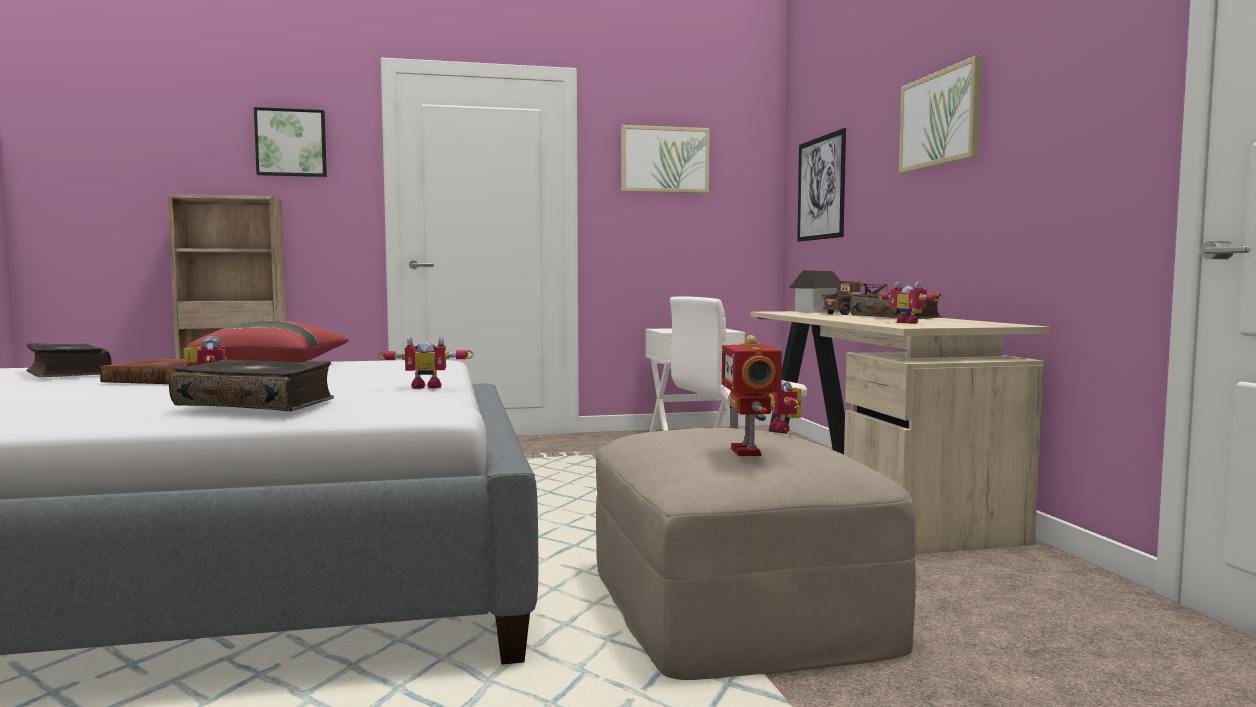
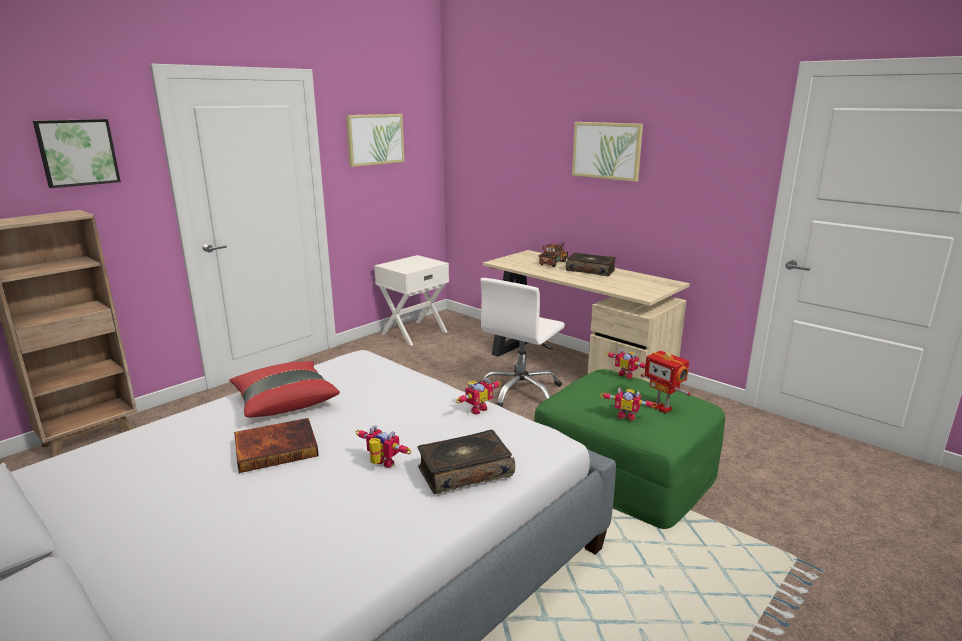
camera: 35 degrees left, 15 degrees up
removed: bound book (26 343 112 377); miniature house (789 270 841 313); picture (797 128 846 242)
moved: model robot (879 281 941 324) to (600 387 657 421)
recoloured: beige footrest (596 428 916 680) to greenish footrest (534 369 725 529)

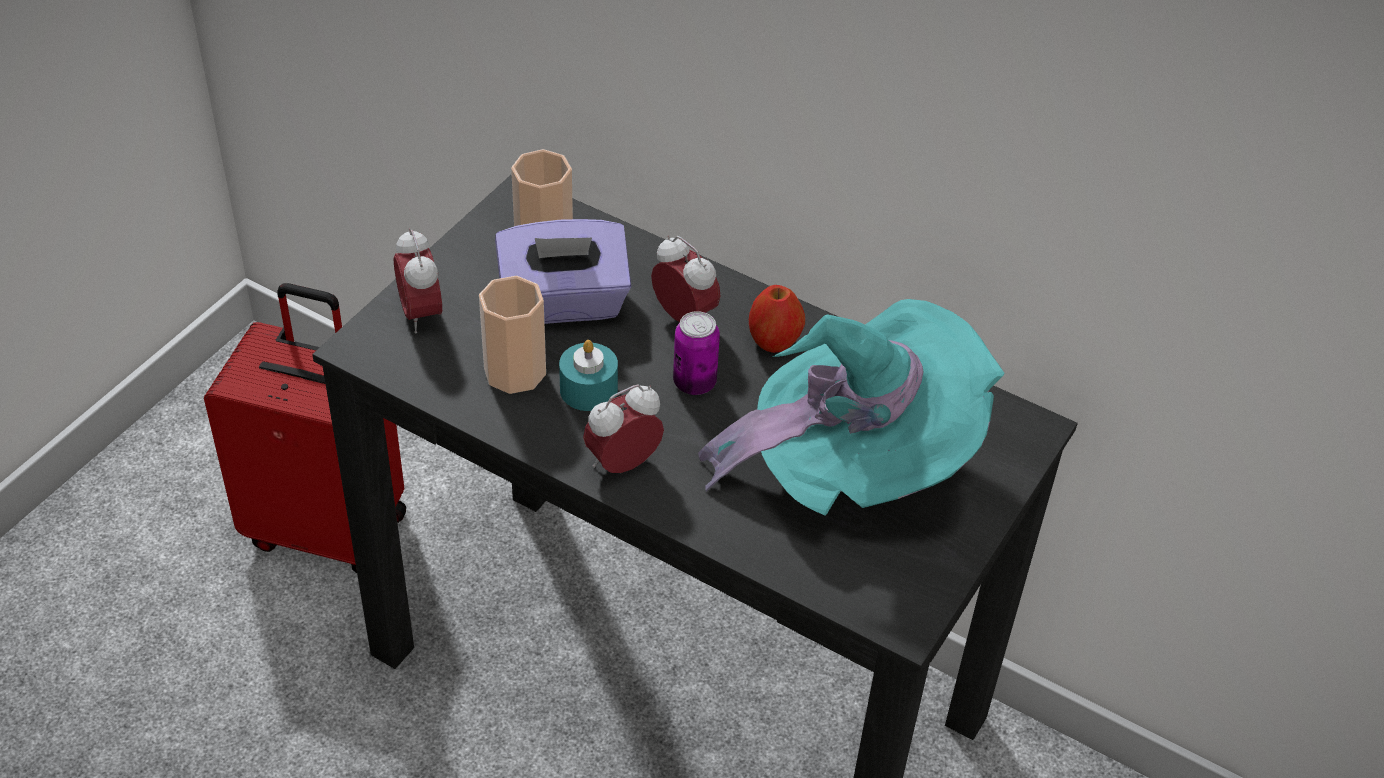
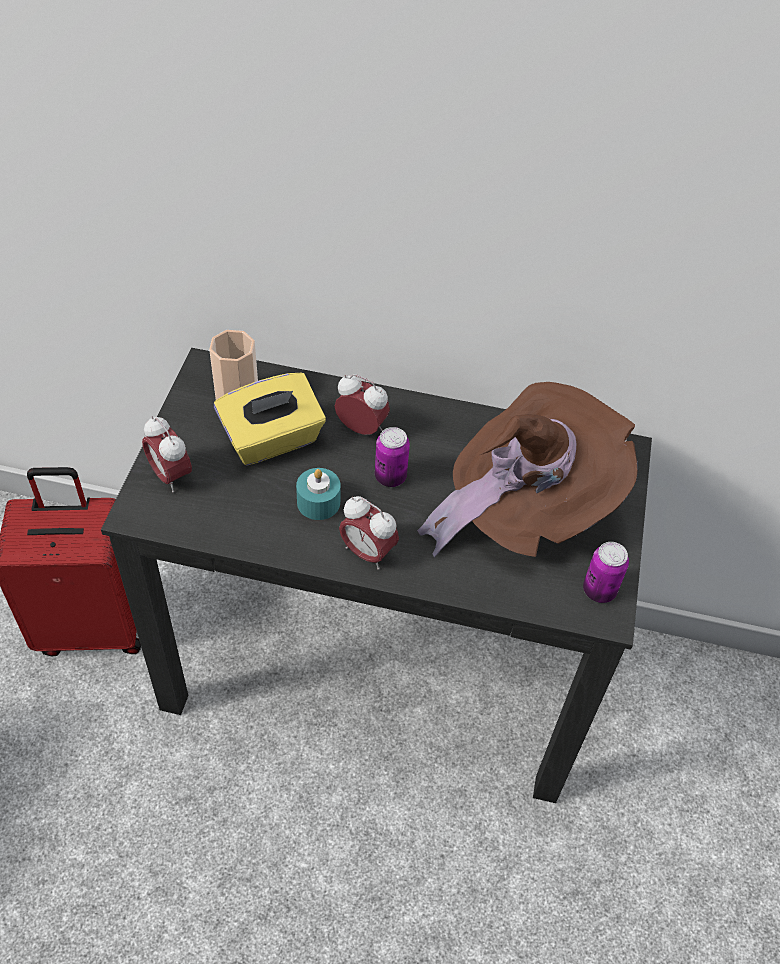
camera: 20 degrees left, 5 degrees up
removed: small cup (479 276 546 394); apple fruit (749 285 805 353)
added: can (583 542 629 603)
recoloured: purple-coloured tissue holder (495 219 631 324) to yellow tissue holder (214 373 326 465); turquoise hat (698 299 1004 516) to brown-coloured hat (417 382 638 558)
turned: table clock (583 384 664 473) = (339 496 399 570) 90 degrees counterclockwise

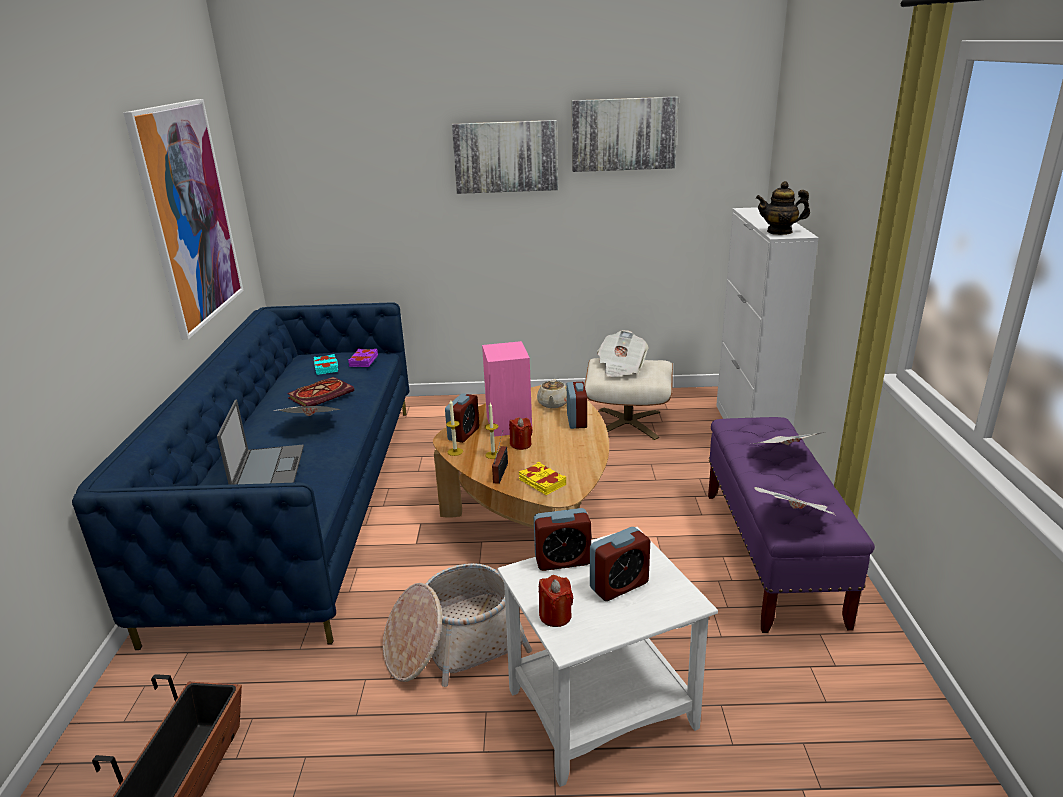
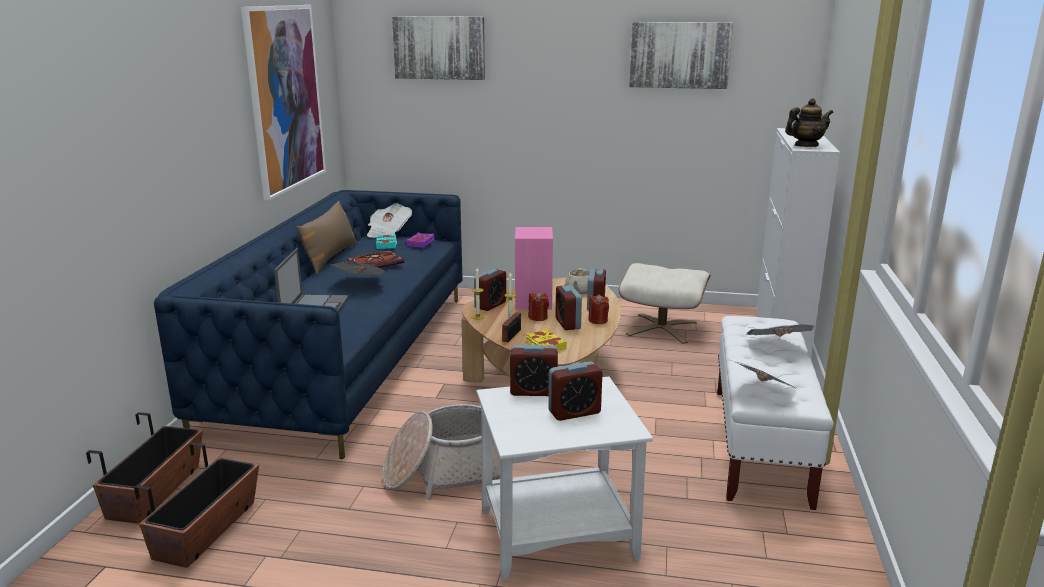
camera: 10 degrees right, 5 degrees down
added: flower pot (86 412 203 524); brown-coloured cushion (296 201 358 275); table clock (556 285 582 330)
moved: picture (452 120 558 194) to (392 16 485 80); red wax candle (539 575 574 627) to (588 294 609 324); newspaper (597 330 649 377) to (367 203 412 238)
recoloured: purple-coloured indoor bench (708 417 875 633) to white indoor bench (717 316 834 510)
turned: tea pot (756 181 810 235) = (785 98 833 147) 150 degrees clockwise

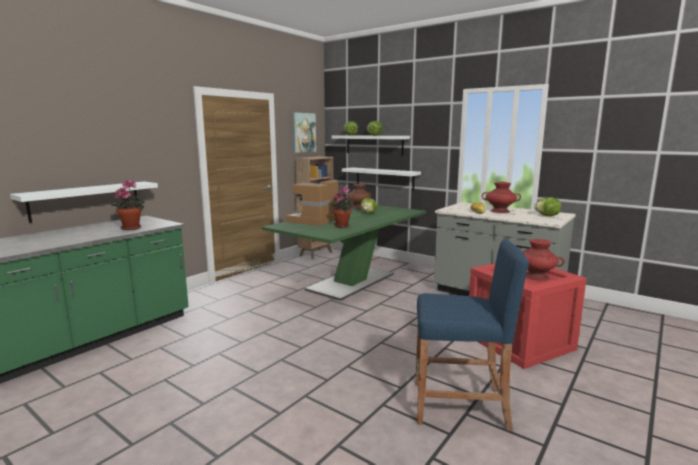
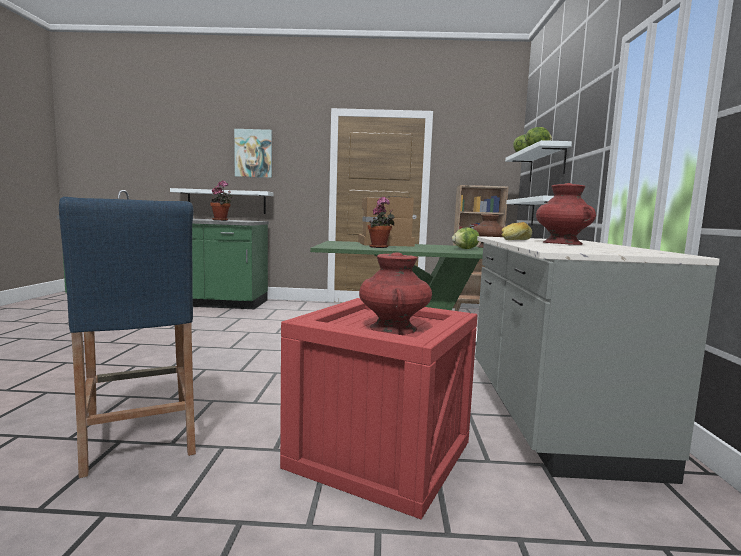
camera: 55 degrees right, 5 degrees down
removed: head of lettuce (534 197 561 216)
moved: picture (292 112 316 153) to (234 129 272 178)

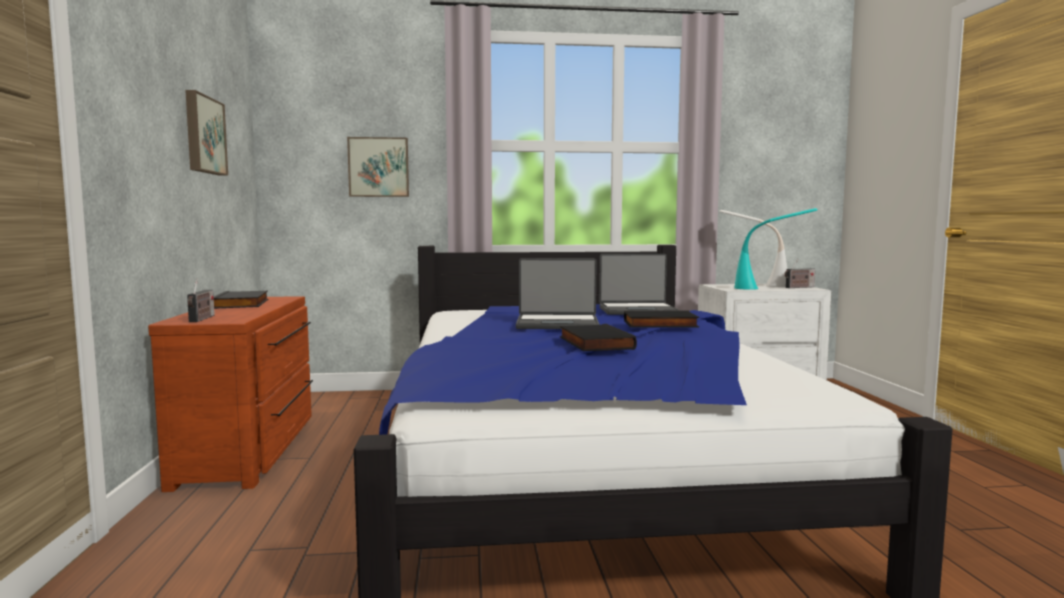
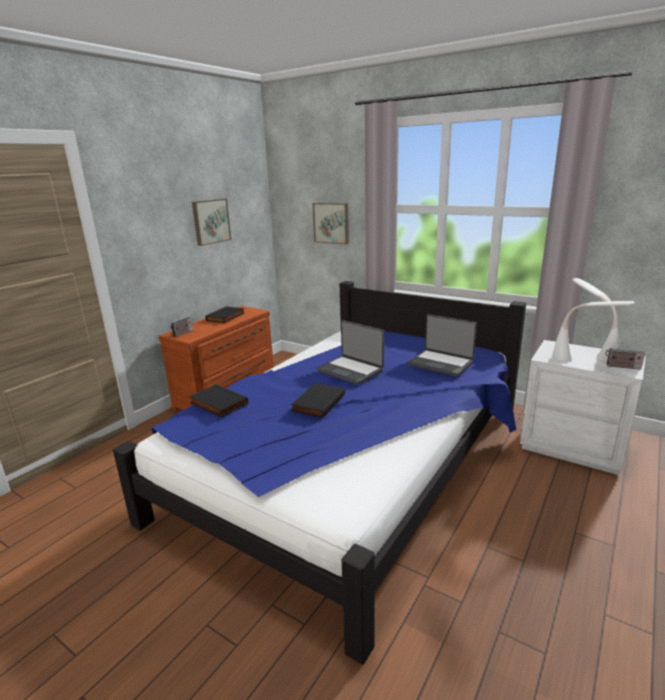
camera: 40 degrees right, 15 degrees up
moved: black-coloured bound book (624 311 699 328) to (189 384 248 418)
recoloured: turquoise table lamp (735 208 818 290) to white table lamp (552 301 635 362)

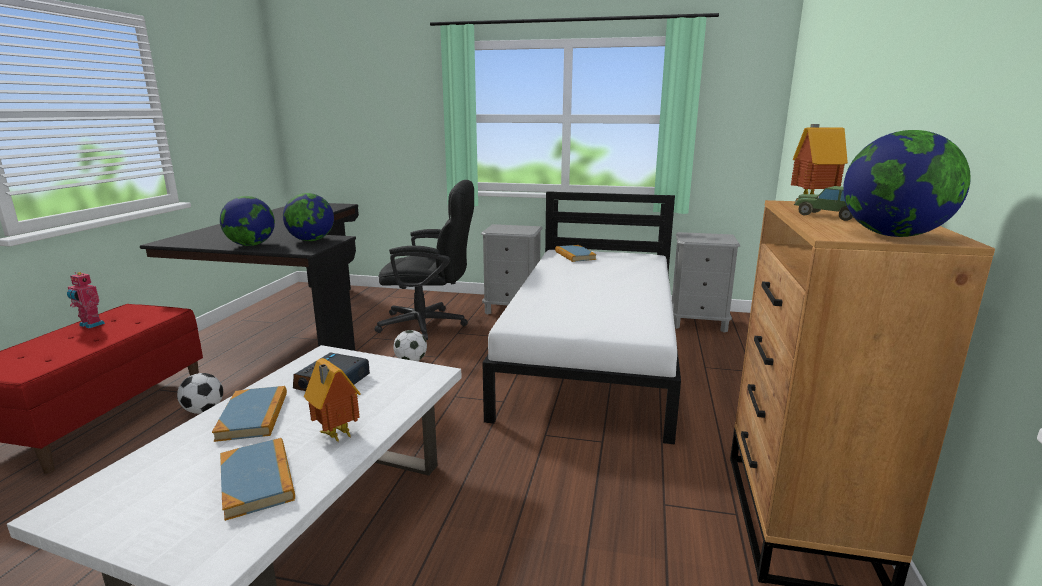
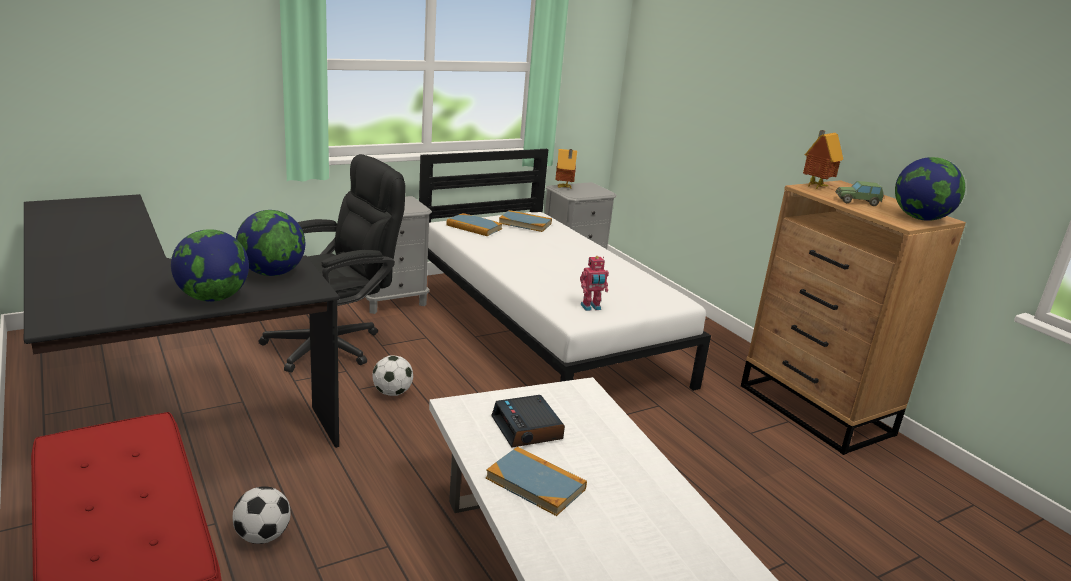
camera: 45 degrees left, 5 degrees up
moved: model robot (67 272 105 328) to (580 256 609 311); bound book (220 438 295 521) to (499 210 552 232); miniature house (304 358 361 443) to (555 149 577 189)

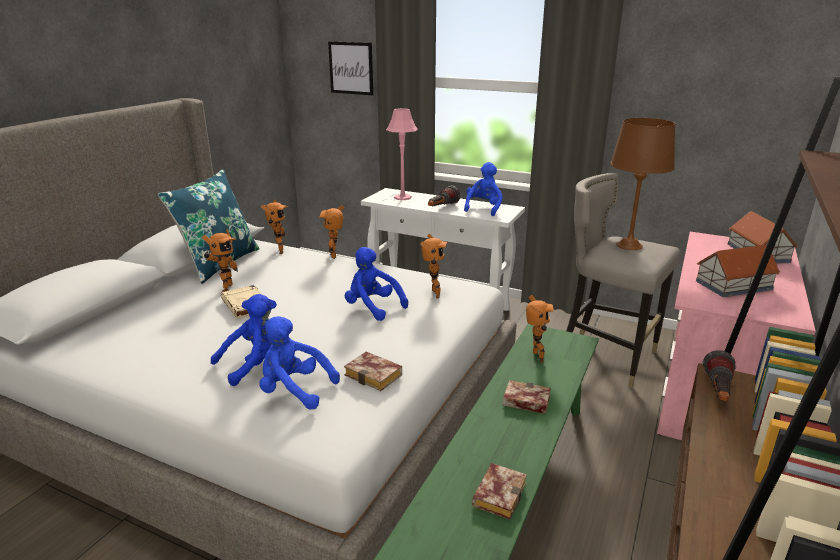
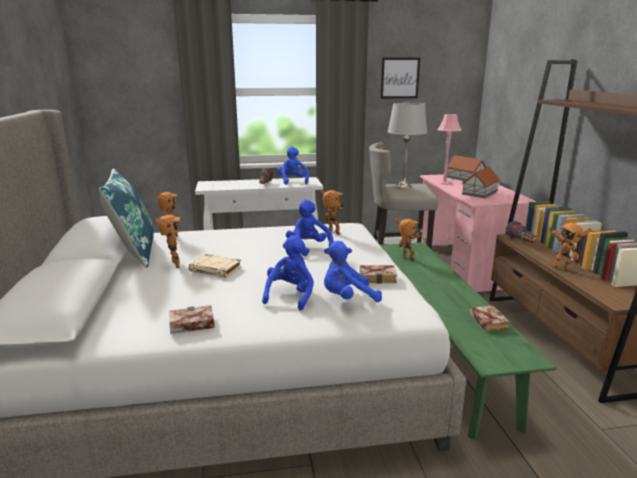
camera: 35 degrees left, 5 degrees down
moved: model robot (319 205 345 259) to (549 219 591 270); picture (328 41 373 95) to (380 57 420 99); pinkish table lamp (386 108 418 200) to (437 114 462 185); bound book (503 380 551 414) to (169 305 215 334)
recoloured: brown-coloured table lamp (610 118 675 250) to greyish table lamp (388 103 427 188)
turned: blue soft toy (345 247 408 321) = (286 200 334 256) 60 degrees clockwise

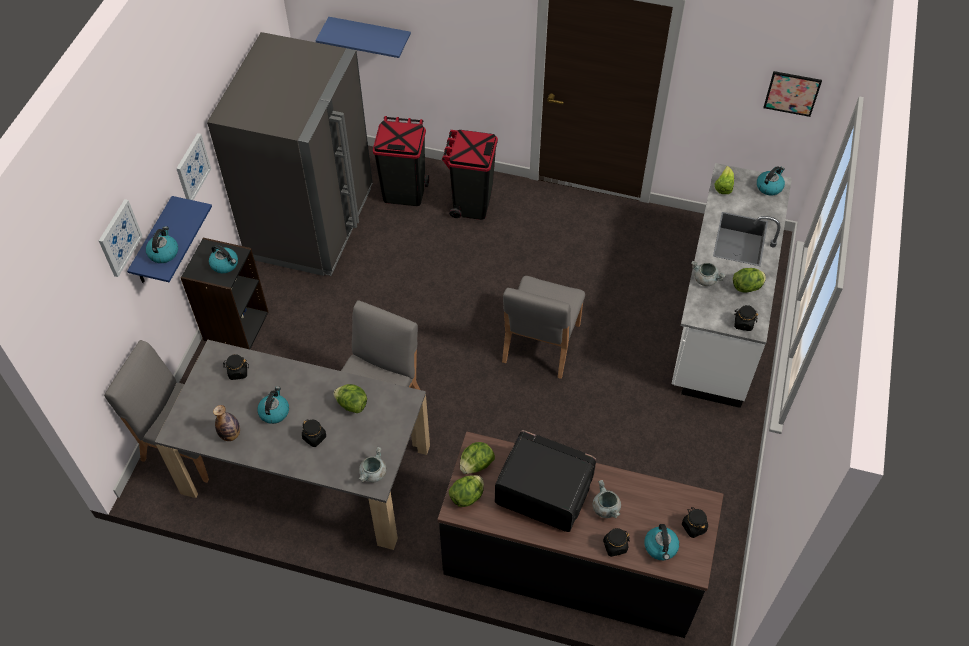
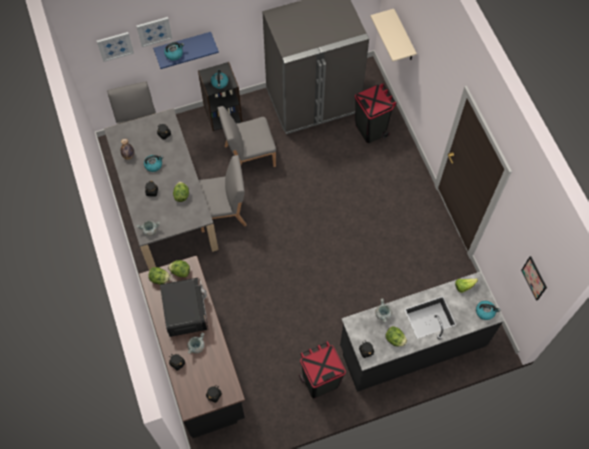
camera: 55 degrees right, 10 degrees up
removed: kettle (644 524 679 560)
moved: picture (176 133 211 200) to (97 32 134 62); black-coloured trash can (442 130 498 220) to (299 341 346 398); greyish chair (502 276 585 379) to (218 106 276 167)
recoloured: blue wall shelf (315 17 411 58) to beige wall shelf (370 9 417 62); white kitchen base unit (672 163 792 408) to black-coloured kitchen base unit (340 272 504 392)

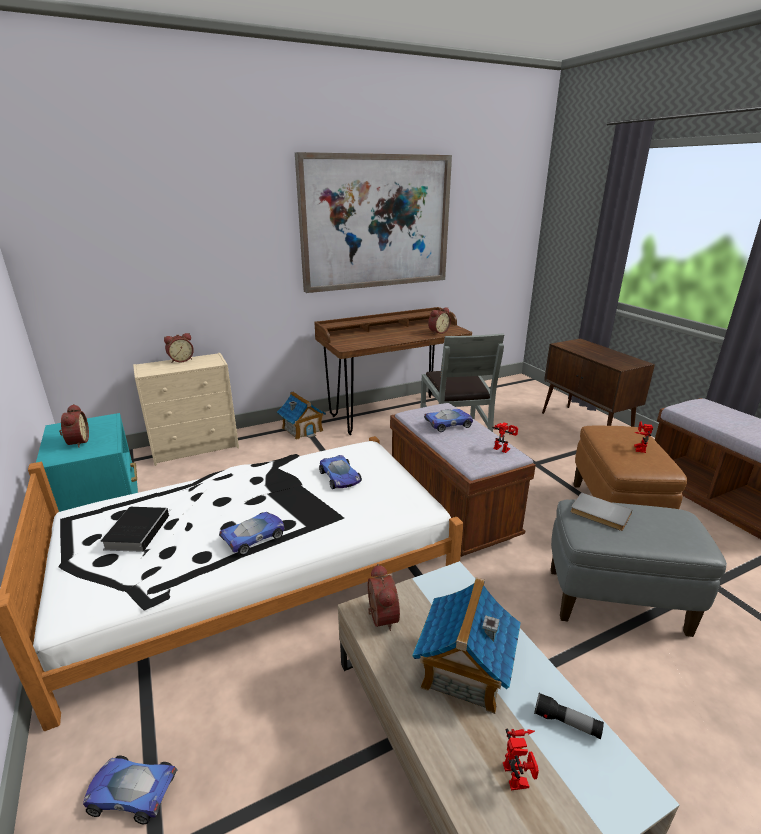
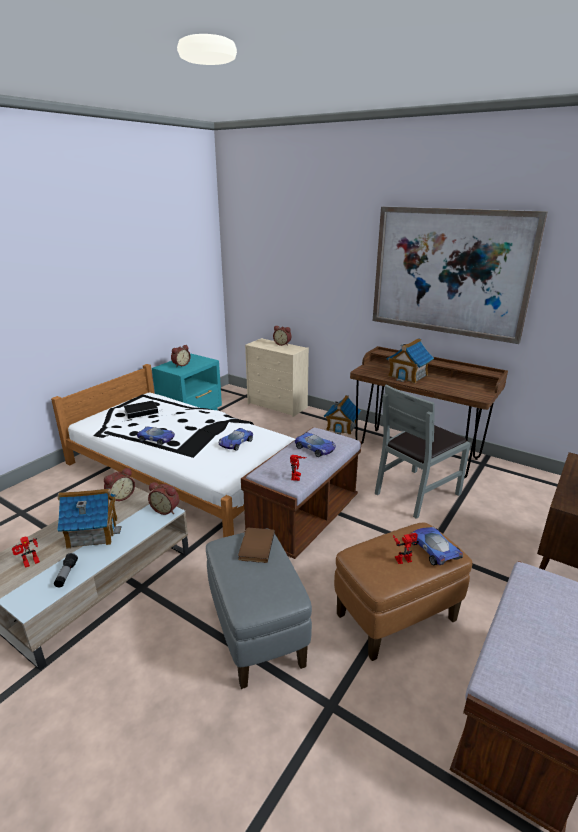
camera: 60 degrees right, 0 degrees up
added: miniature house (386 338 434 383)
moved: toy car (83 756 178 824) to (412 527 463 566); table clock (428 307 451 334) to (148 482 179 515)
recoloured: greyish bound book (571 492 632 531) to brown-coloured bound book (238 528 275 563)

